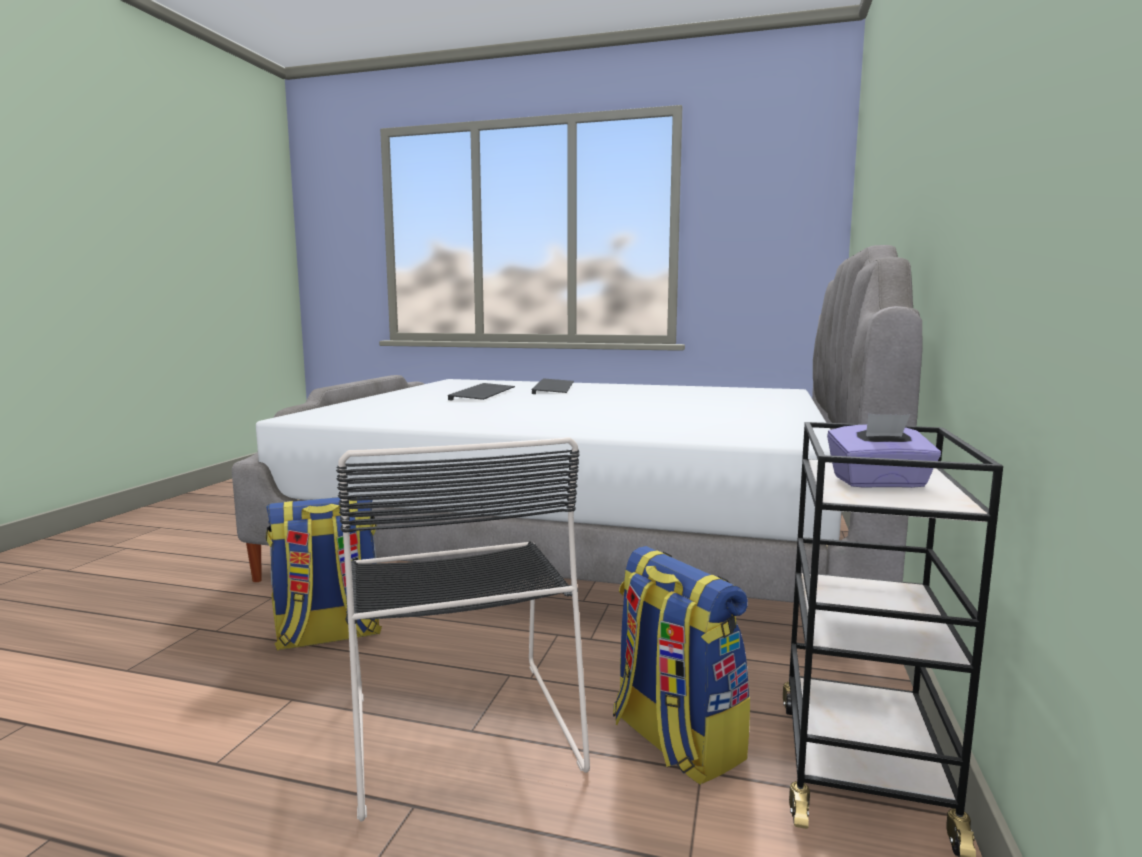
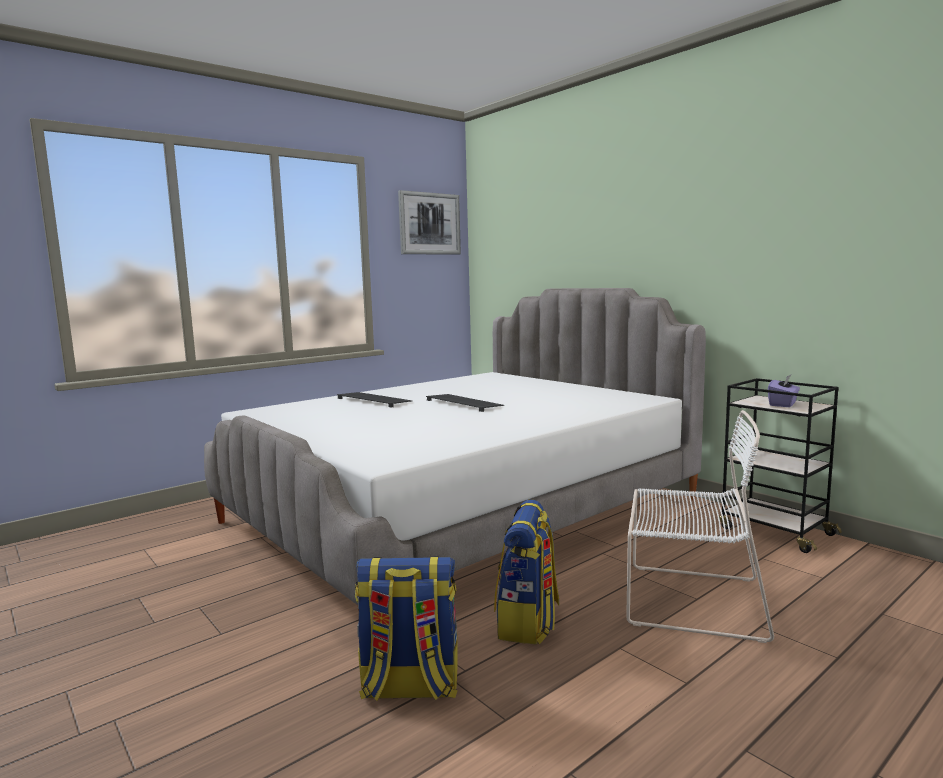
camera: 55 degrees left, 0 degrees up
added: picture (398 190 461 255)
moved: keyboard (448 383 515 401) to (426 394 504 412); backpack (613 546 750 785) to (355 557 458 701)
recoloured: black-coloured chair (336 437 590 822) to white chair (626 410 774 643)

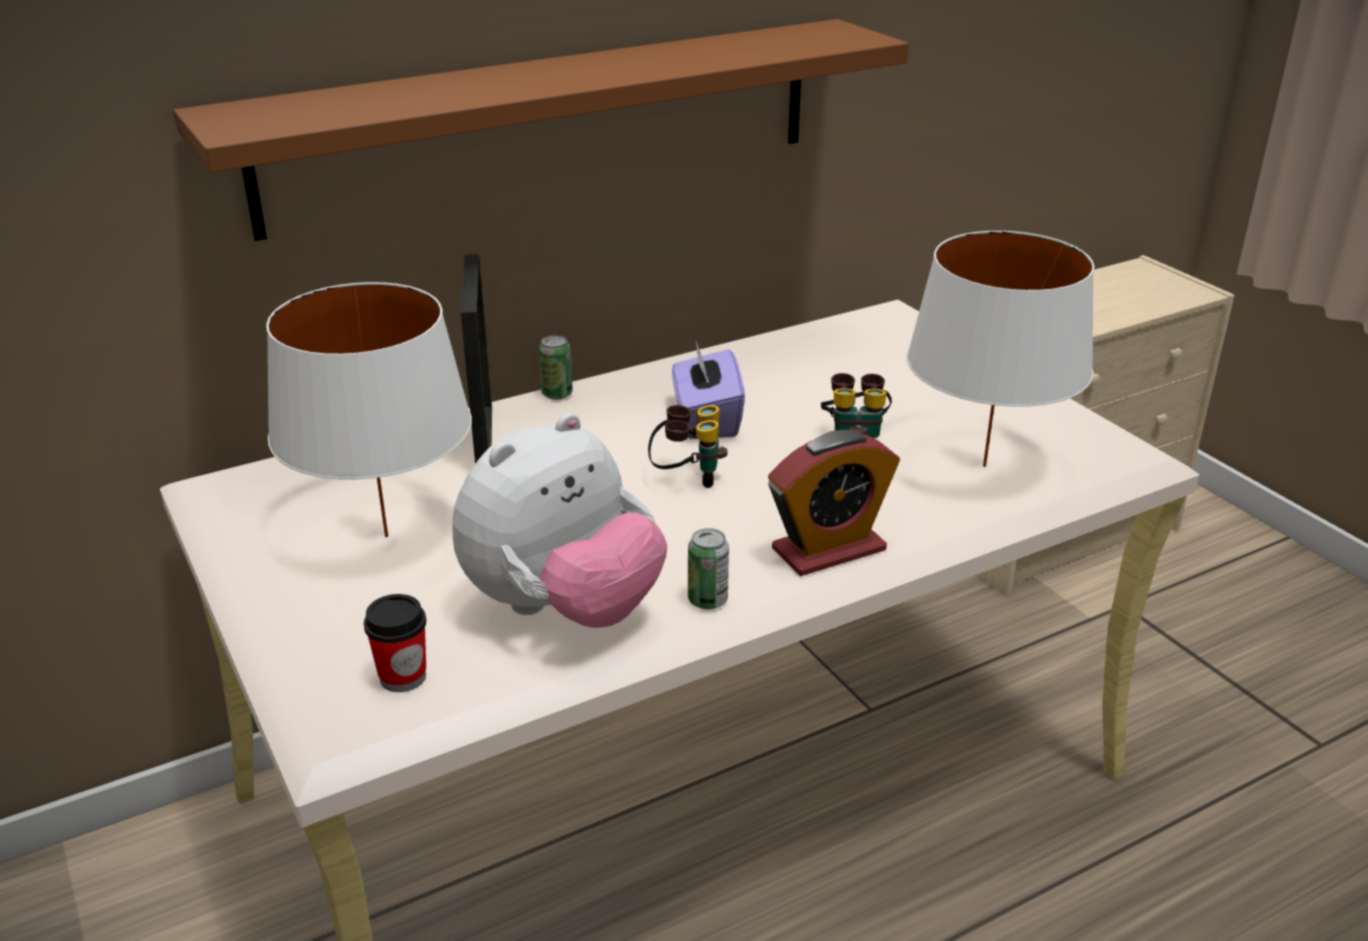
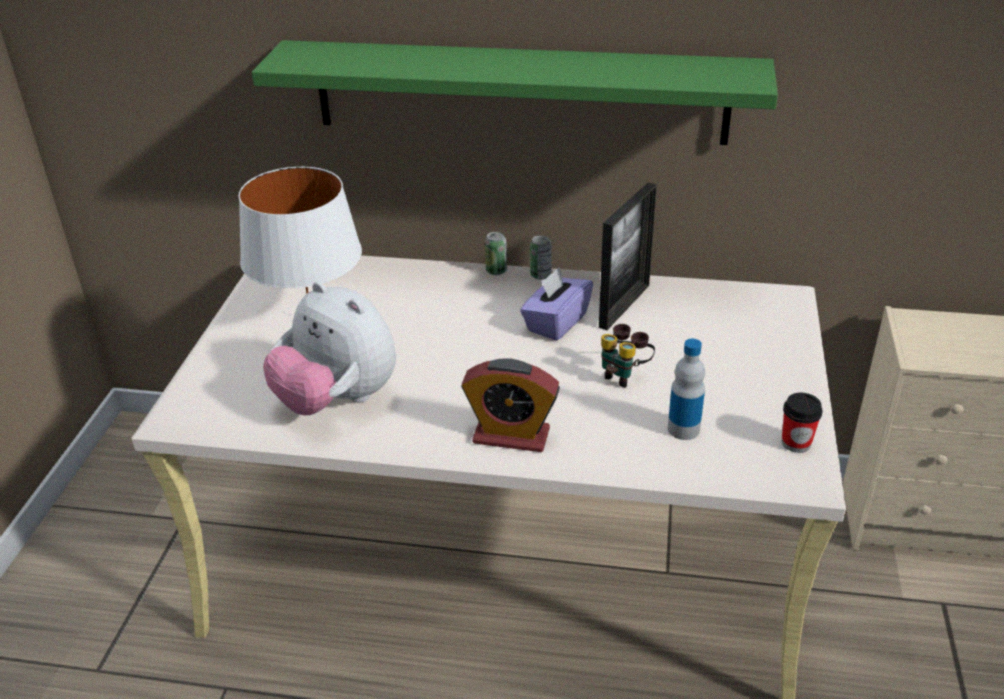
camera: 40 degrees right, 5 degrees up
removed: field glasses (648 405 728 488)
moved: small cup (364 594 426 692) to (782 393 823 453); photo frame (461 254 492 464) to (599 182 657 330); can (688 528 729 609) to (530 236 552 280)
replaced: white table lamp (907 231 1094 467) to drink bottle (668 339 705 440)
recoloured: brown-coloured wall shelf (173 19 909 241) to greenish wall shelf (252 40 778 145)
turned: soft toy (453 413 667 628) = (263 281 396 415) 45 degrees clockwise

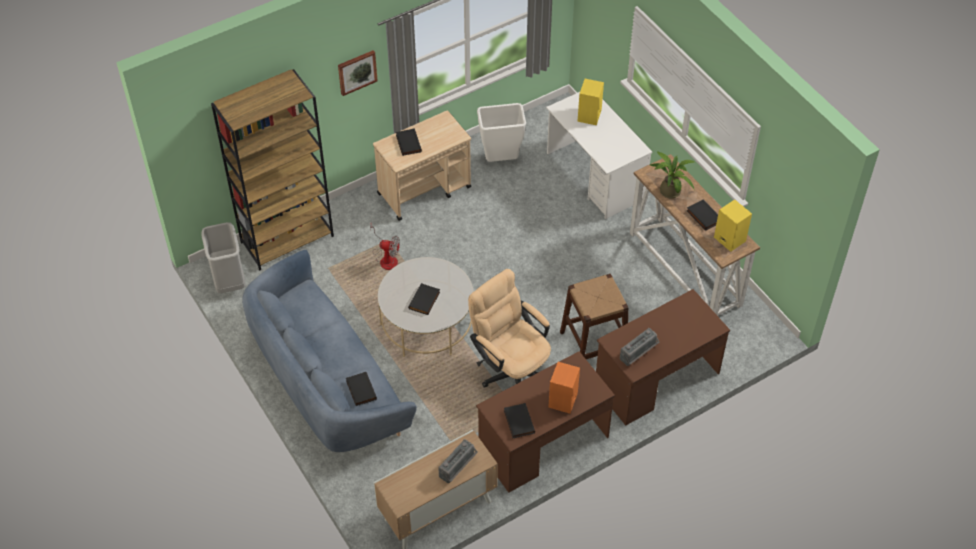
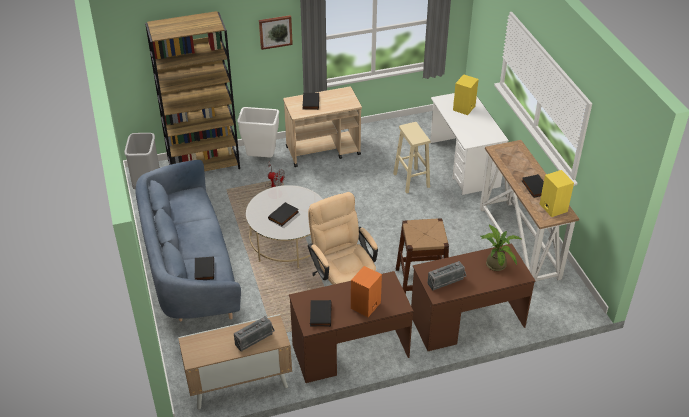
camera: 15 degrees right, 10 degrees down
added: beige stool seat (393 122 430 193)
moved: white trash can (477 103 526 162) to (237 107 279 158); potted plant (649 151 695 199) to (480 225 523 271)

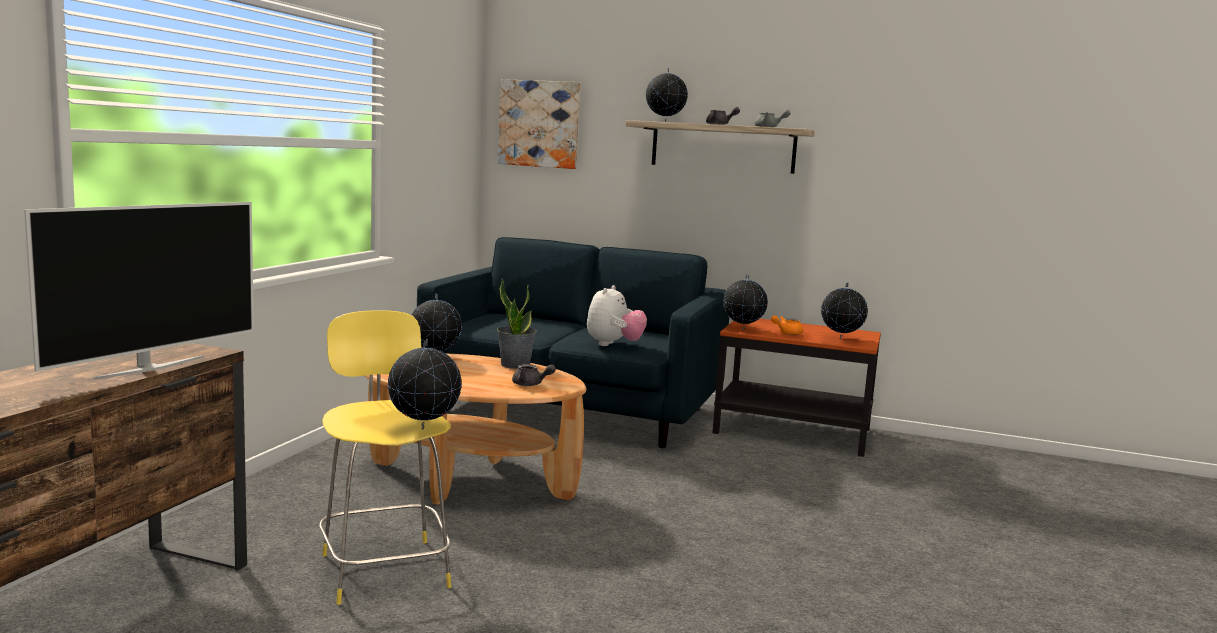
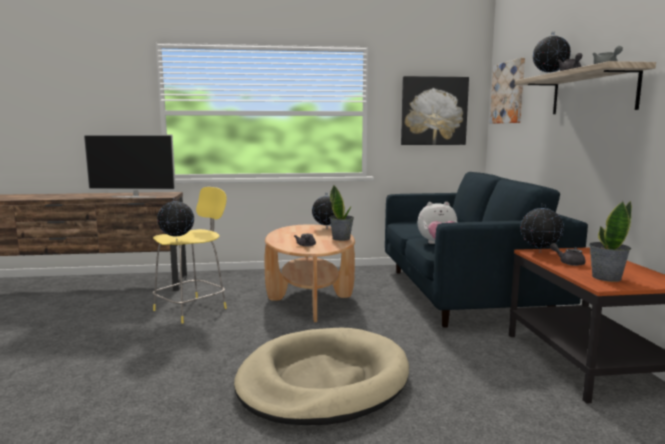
camera: 65 degrees right, 0 degrees up
added: beige dog cushion (234 328 409 425); picture (401 76 469 145)
replaced: globe (821 283 868 339) to potted plant (589 201 632 282)
recoloured: orangey tea pot (771 315 803 335) to greyish tea pot (550 243 586 266)

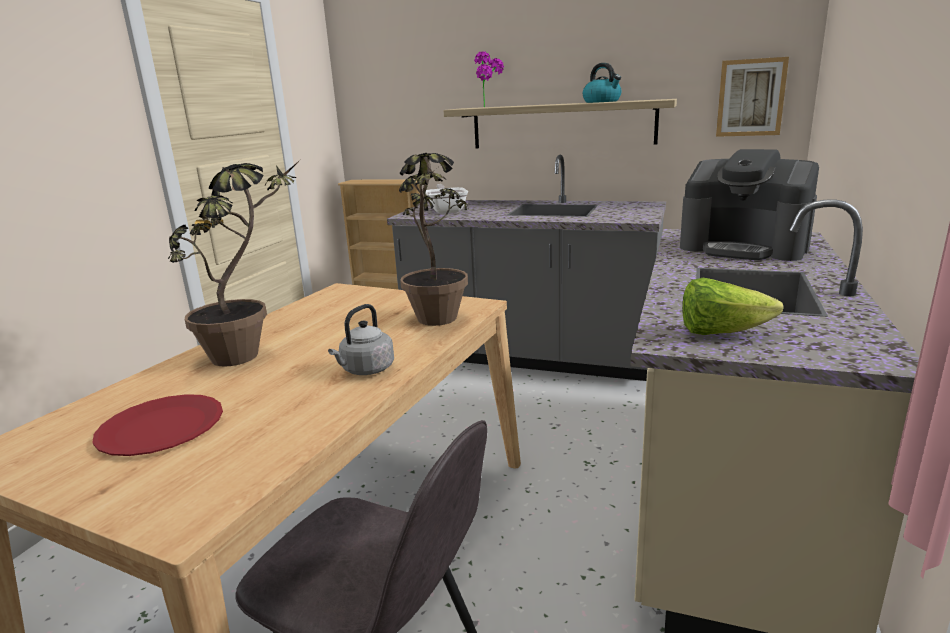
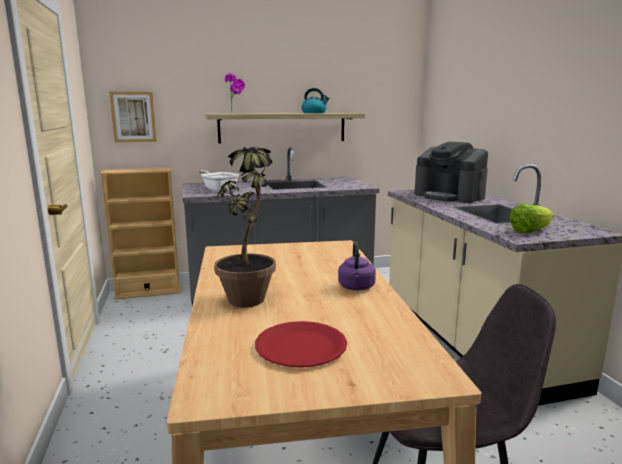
camera: 35 degrees left, 5 degrees down
removed: potted plant (399 153 469 326)
moved: picture (716 57 789 137) to (109 92 157 142)
recoloured: greyish kettle (328 304 394 375) to purple-coloured kettle (338 241 376 290)
turned: coffee machine (680 149 819 261) = (414 141 488 203) 45 degrees clockwise

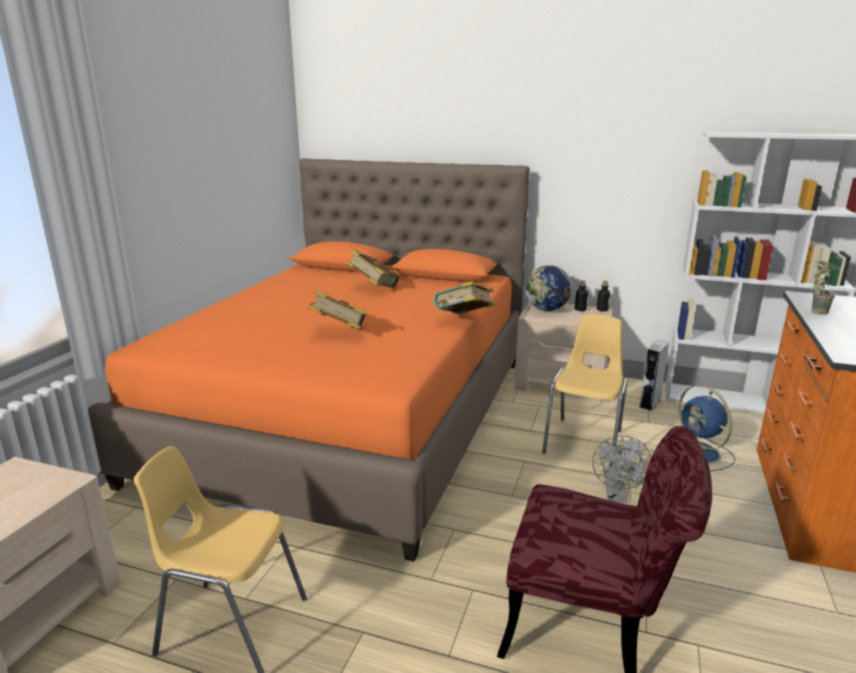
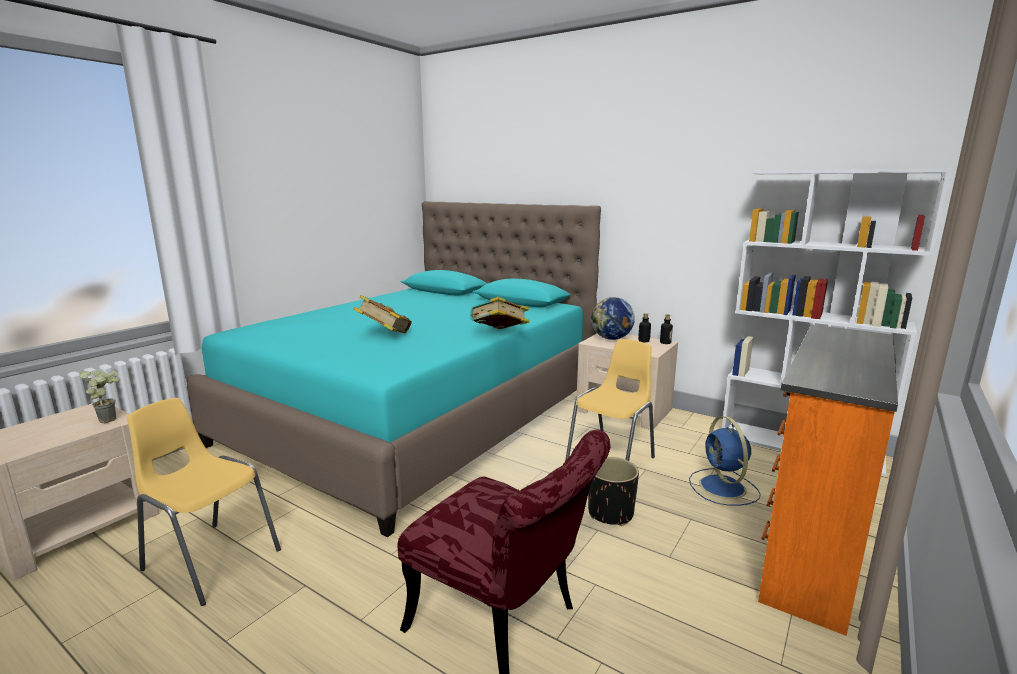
camera: 15 degrees right, 5 degrees down
removed: bound book (345 250 399 288); greyish loudspeaker (639 340 669 411)
moved: potted plant (812 260 840 315) to (79 370 120 423)
replaced: greyish cooling fan (592 435 651 503) to black-coloured flower pot (588 457 639 526)
recoloured: orangey bedroom bed (88 158 530 562) to turquoise bedroom bed (186 201 601 537)

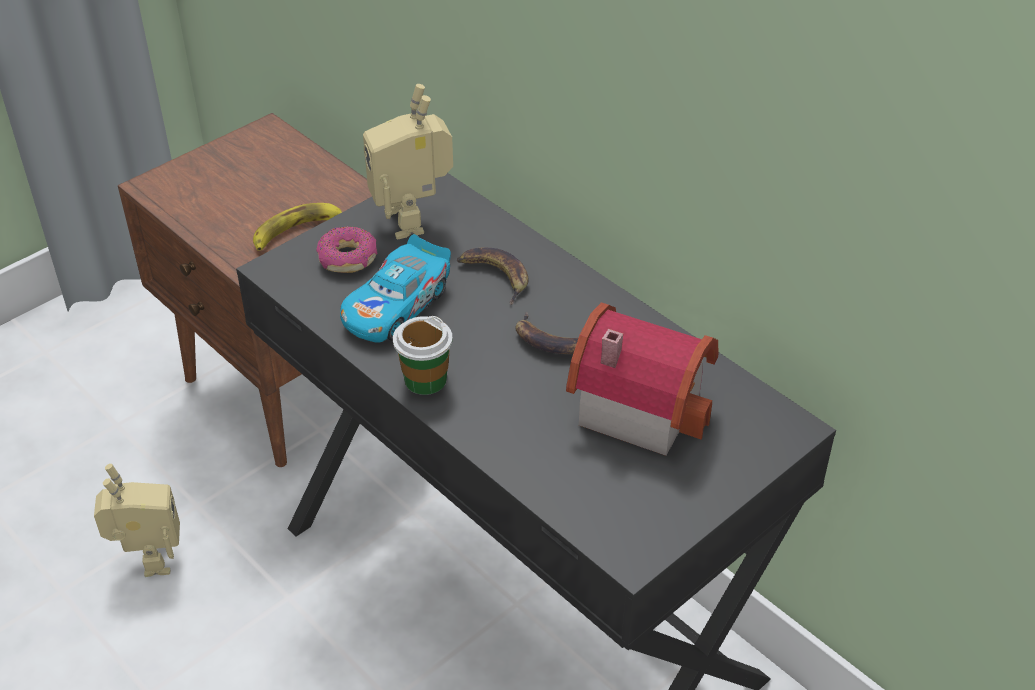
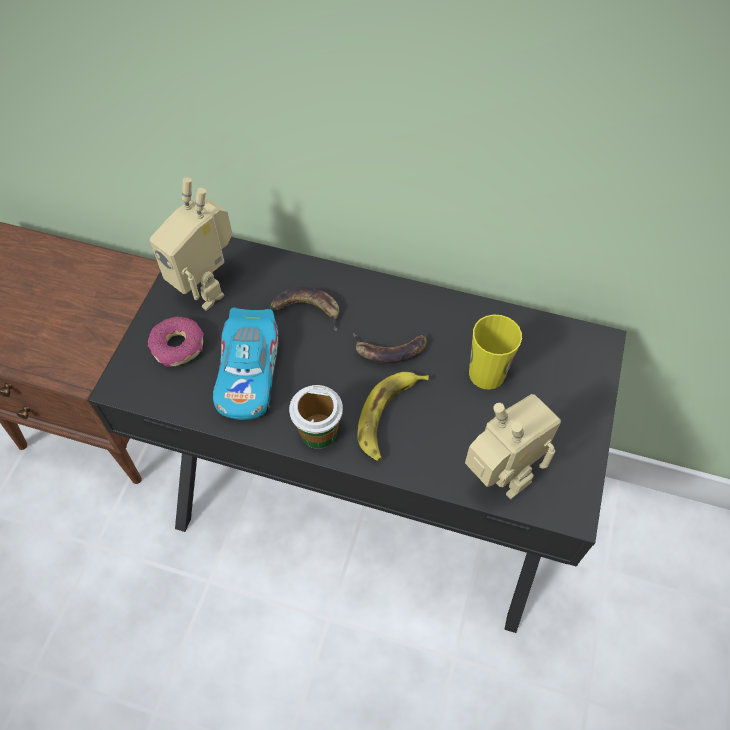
camera: 30 degrees left, 15 degrees up
moved: model robot (94 464 180 577) to (465 394 561 499); banana fruit (253 203 342 251) to (357 372 429 461)
replaced: miniature house (566 302 719 456) to small cup (469 315 522 390)

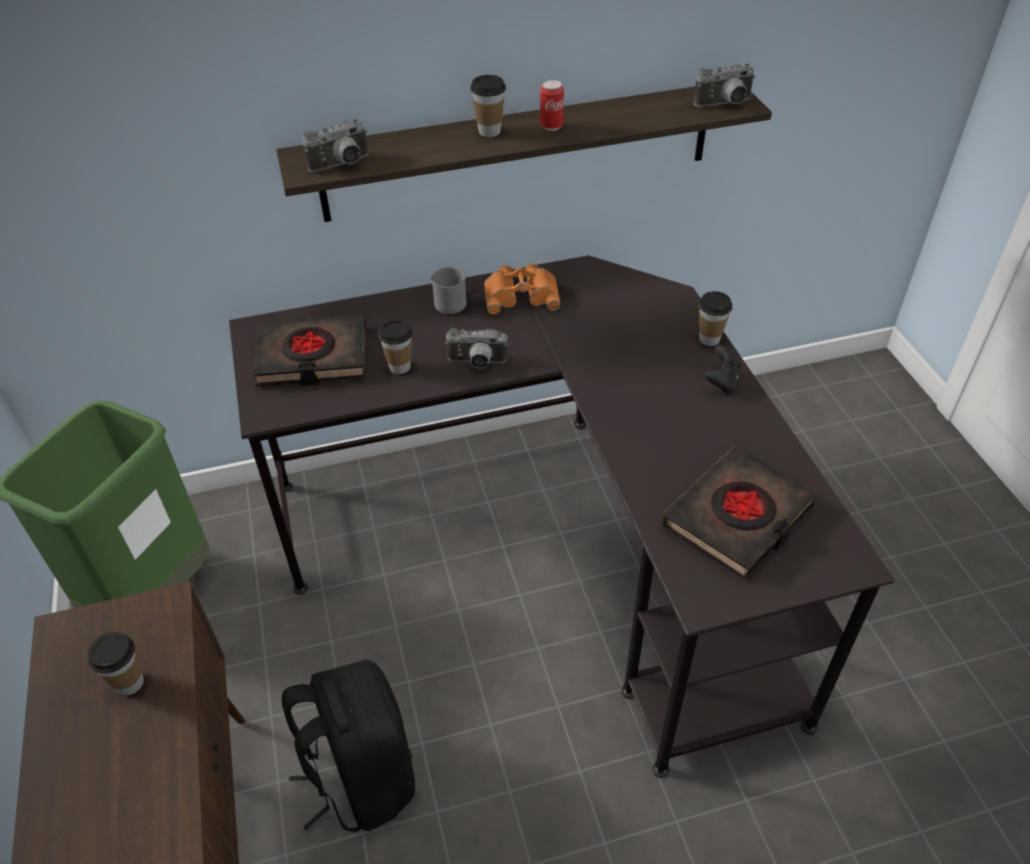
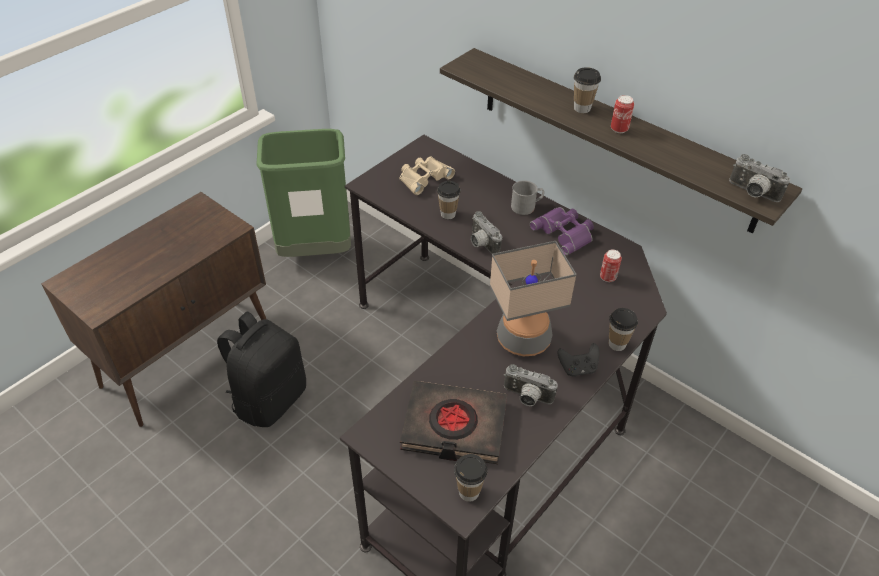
camera: 55 degrees right, 0 degrees up
added: table lamp (490 241 577 356); can (600 250 622 282)
moved: small cup (88 632 144 695) to (454 454 488 502); still camera (302 119 368 172) to (504 364 558 406)
replaced: black-coloured bound book (252 314 365 387) to beige field glasses (399 156 455 195)
recoloured: orangey field glasses (484 264 560 315) to purple-coloured field glasses (530 207 594 255)

